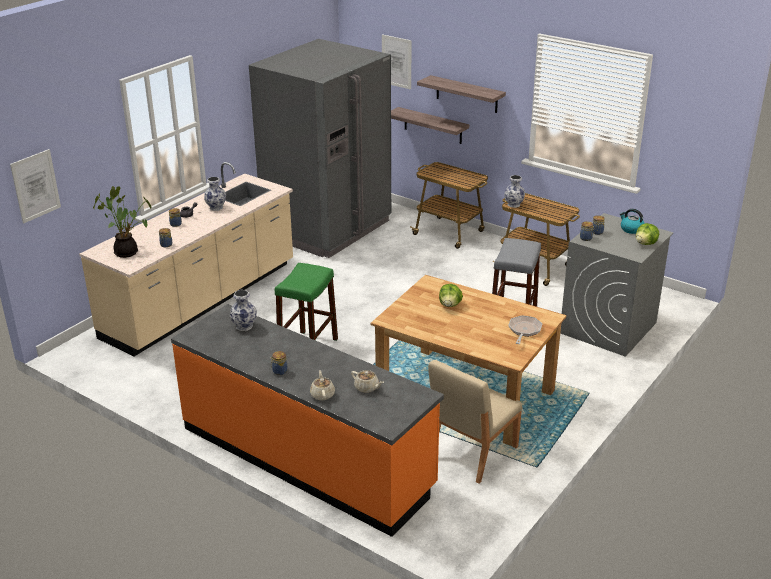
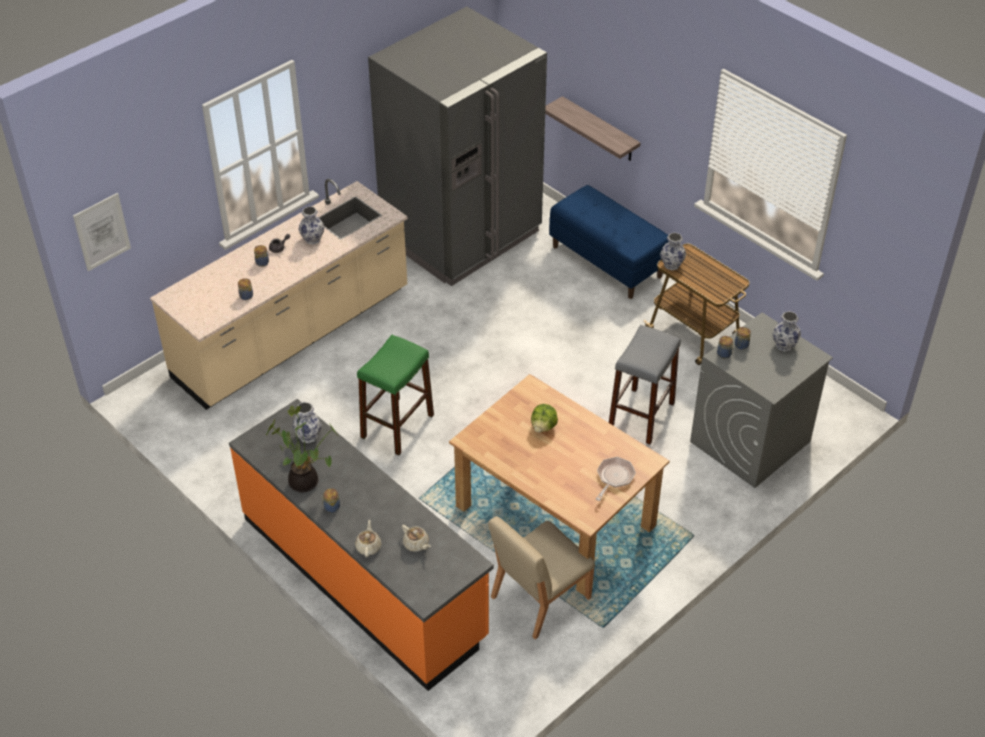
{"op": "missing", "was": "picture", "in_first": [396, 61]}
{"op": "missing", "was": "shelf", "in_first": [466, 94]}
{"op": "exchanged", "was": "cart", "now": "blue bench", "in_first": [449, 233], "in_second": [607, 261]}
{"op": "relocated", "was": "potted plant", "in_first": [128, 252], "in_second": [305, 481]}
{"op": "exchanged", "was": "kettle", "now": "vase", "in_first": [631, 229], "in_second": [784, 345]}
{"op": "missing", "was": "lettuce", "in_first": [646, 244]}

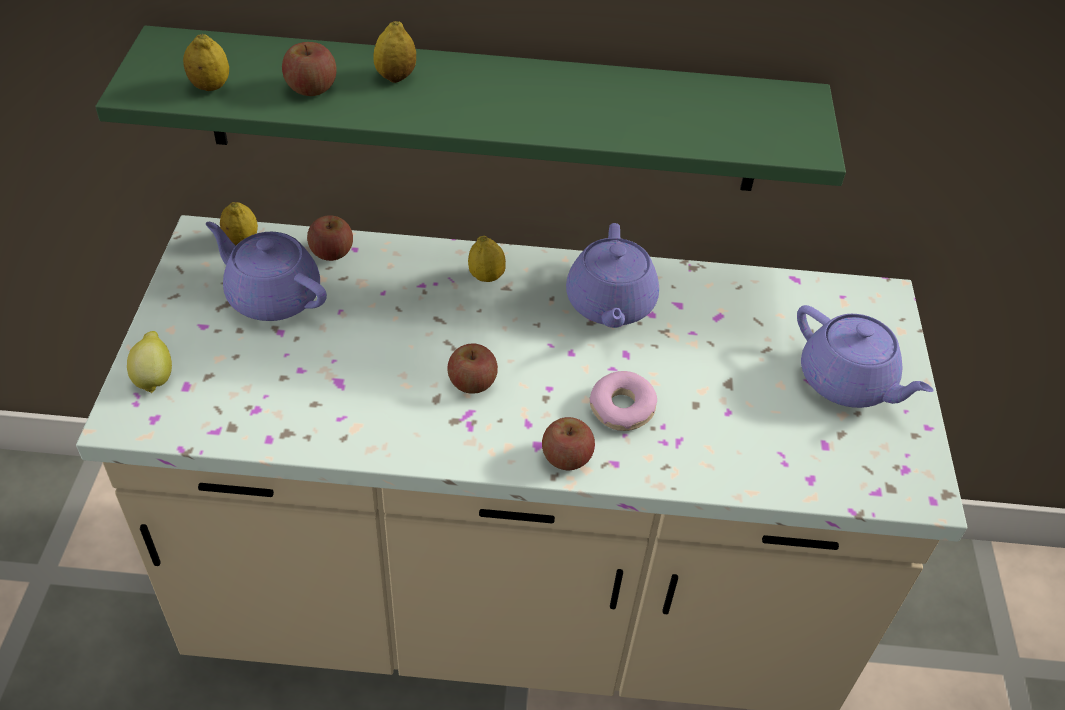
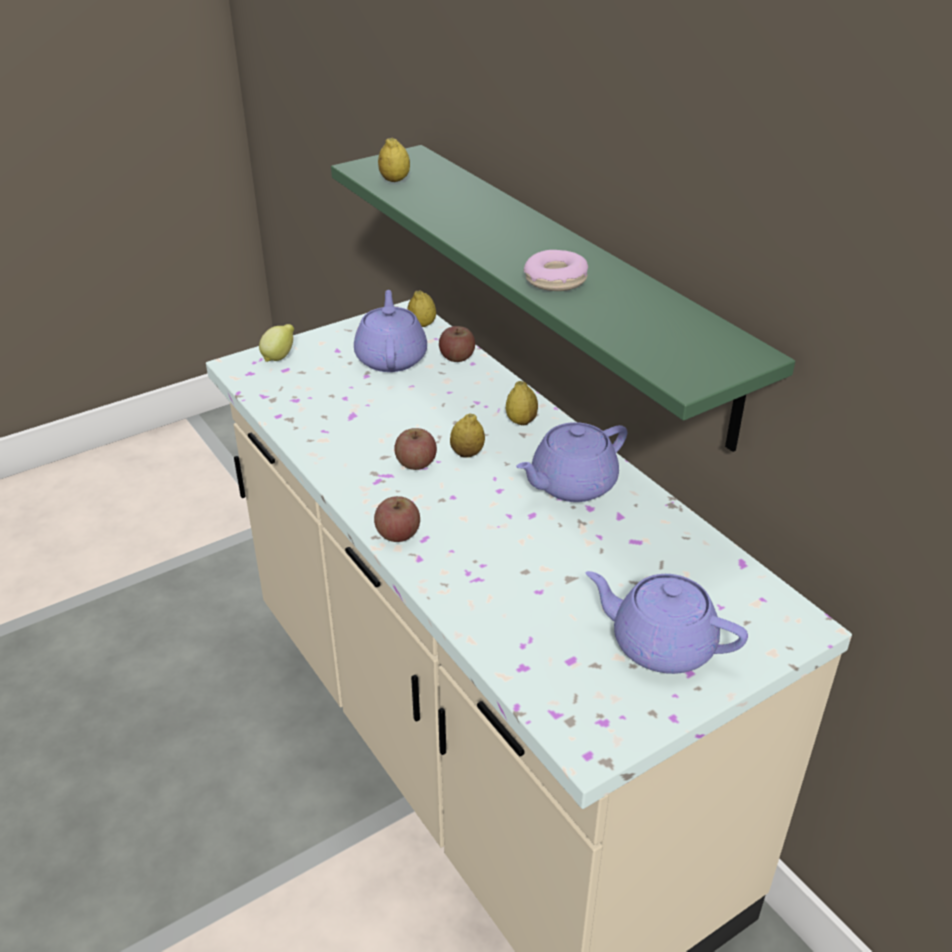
{"op": "relocated", "was": "lemon", "in_first": [396, 77], "in_second": [467, 453]}
{"op": "missing", "was": "apple", "in_first": [311, 88]}
{"op": "spun", "was": "purple teapot", "in_first": [847, 382], "in_second": [660, 644], "clockwise": 105}
{"op": "relocated", "was": "donut", "in_first": [621, 408], "in_second": [555, 280]}

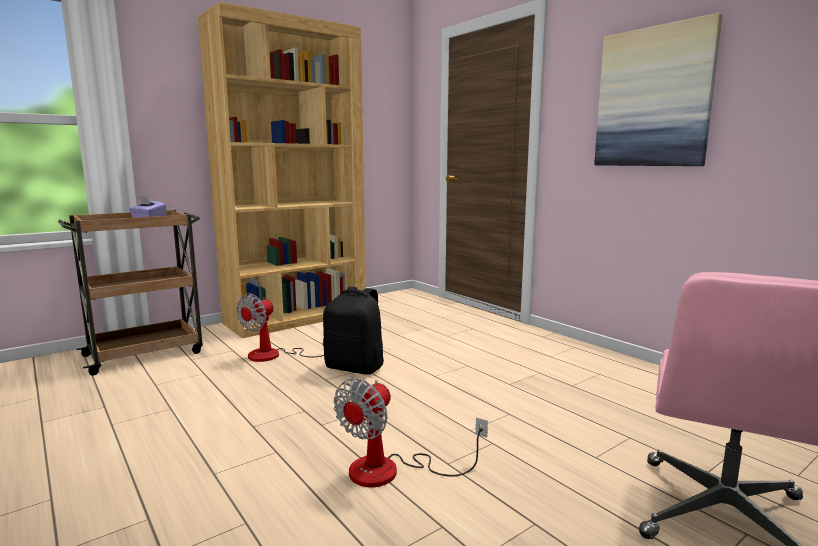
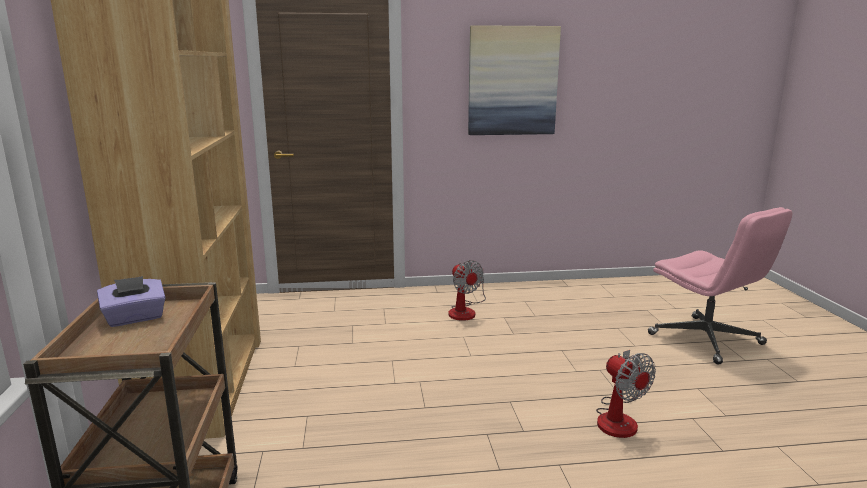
{"op": "missing", "was": "black backpack", "in_first": [355, 367]}
{"op": "relocated", "was": "fan", "in_first": [275, 355], "in_second": [465, 310]}

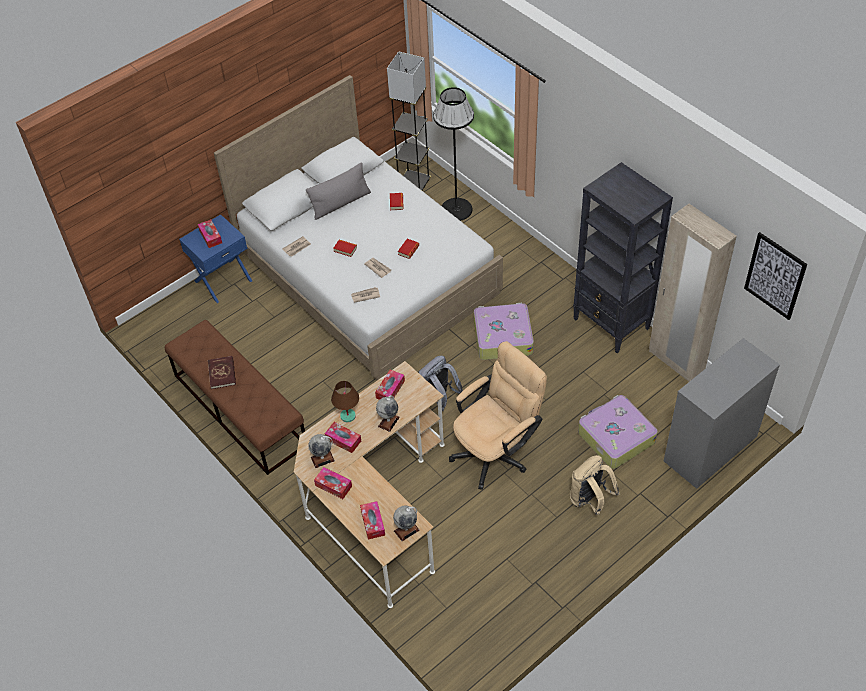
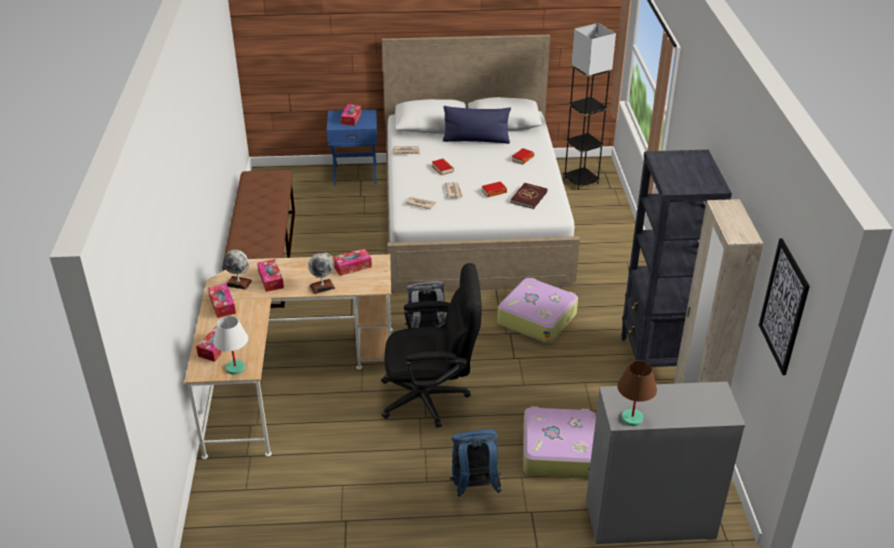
{"op": "missing", "was": "black floor lamp", "in_first": [456, 209]}
{"op": "colour", "was": "grey pillow", "now": "blue pillow", "in_first": [340, 203], "in_second": [476, 140]}
{"op": "colour", "was": "beige office chair", "now": "black office chair", "in_first": [496, 451], "in_second": [432, 397]}
{"op": "relocated", "was": "red book", "in_first": [222, 373], "in_second": [529, 197]}
{"op": "relocated", "was": "brown table lamp", "in_first": [348, 416], "in_second": [632, 418]}
{"op": "colour", "was": "beige backpack", "now": "blue backpack", "in_first": [590, 500], "in_second": [474, 487]}
{"op": "exchanged", "was": "globe", "now": "white table lamp", "in_first": [406, 530], "in_second": [235, 368]}

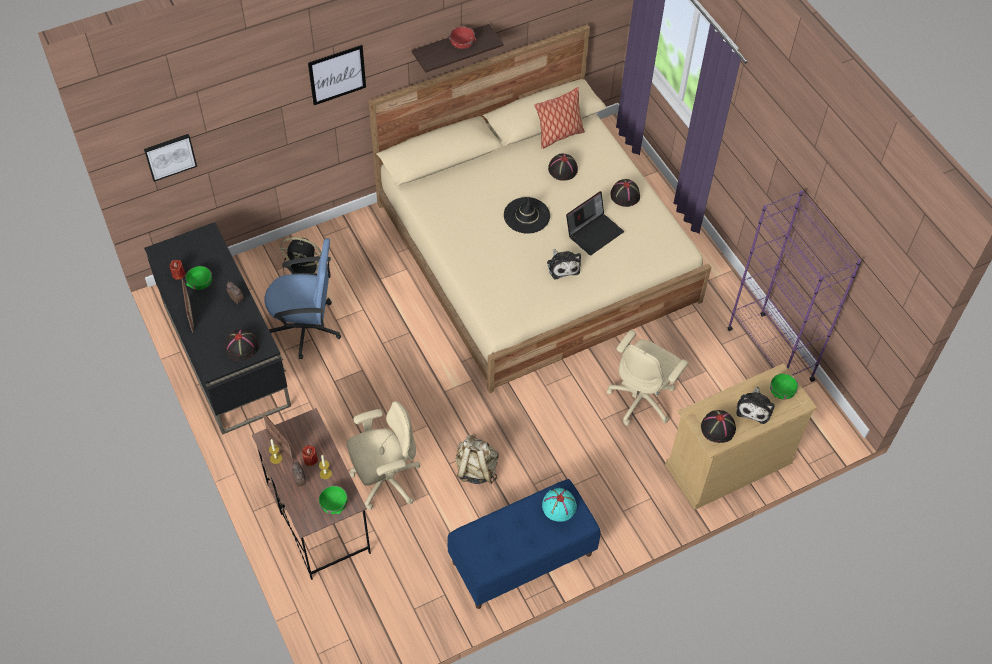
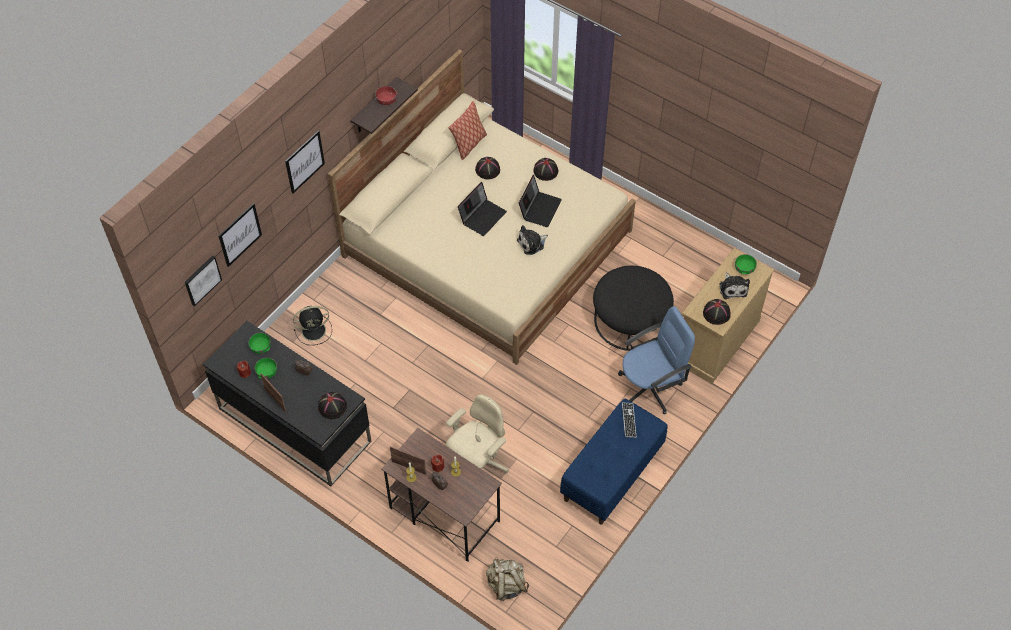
{"op": "missing", "was": "purple bookcase", "in_first": [769, 354]}
{"op": "exchanged", "was": "black hat", "now": "laptop", "in_first": [526, 215], "in_second": [482, 216]}
{"op": "relocated", "was": "blue office chair", "in_first": [306, 328], "in_second": [650, 388]}
{"op": "spun", "was": "plush toy", "in_first": [563, 266], "in_second": [532, 243], "clockwise": 105}
{"op": "exchanged", "was": "beige office chair", "now": "black ottoman", "in_first": [642, 399], "in_second": [630, 320]}
{"op": "relocated", "was": "beige backpack", "in_first": [476, 469], "in_second": [506, 585]}
{"op": "relocated", "was": "green bowl", "in_first": [334, 504], "in_second": [260, 347]}
{"op": "exchanged", "was": "turquoise hat", "now": "keyboard", "in_first": [558, 505], "in_second": [629, 420]}
{"op": "appeared", "now": "picture", "in_second": [240, 234]}

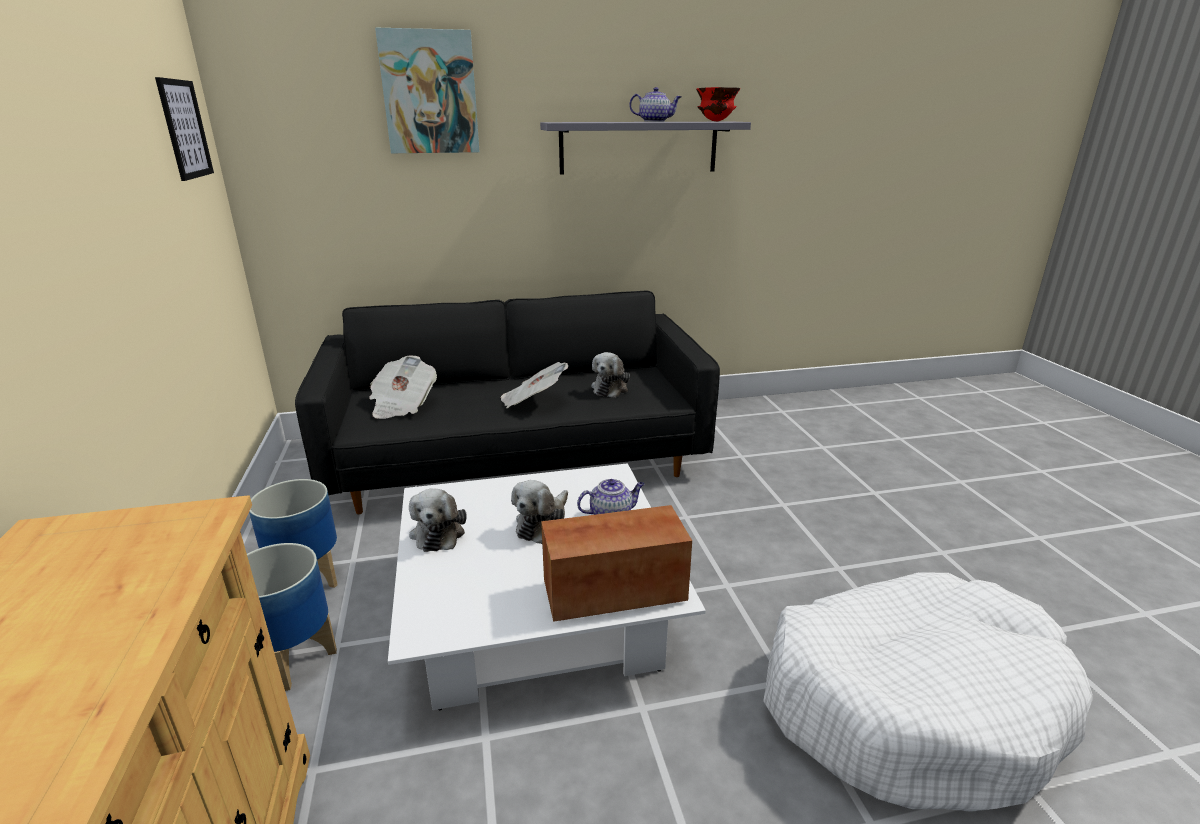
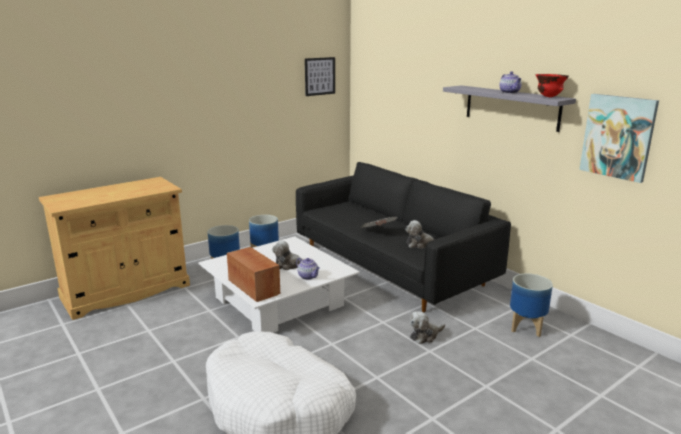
{"op": "relocated", "was": "picture", "in_first": [430, 93], "in_second": [618, 137]}
{"op": "missing", "was": "newspaper", "in_first": [402, 405]}
{"op": "relocated", "was": "plush toy", "in_first": [438, 532], "in_second": [425, 335]}
{"op": "appeared", "now": "planter", "in_second": [527, 327]}

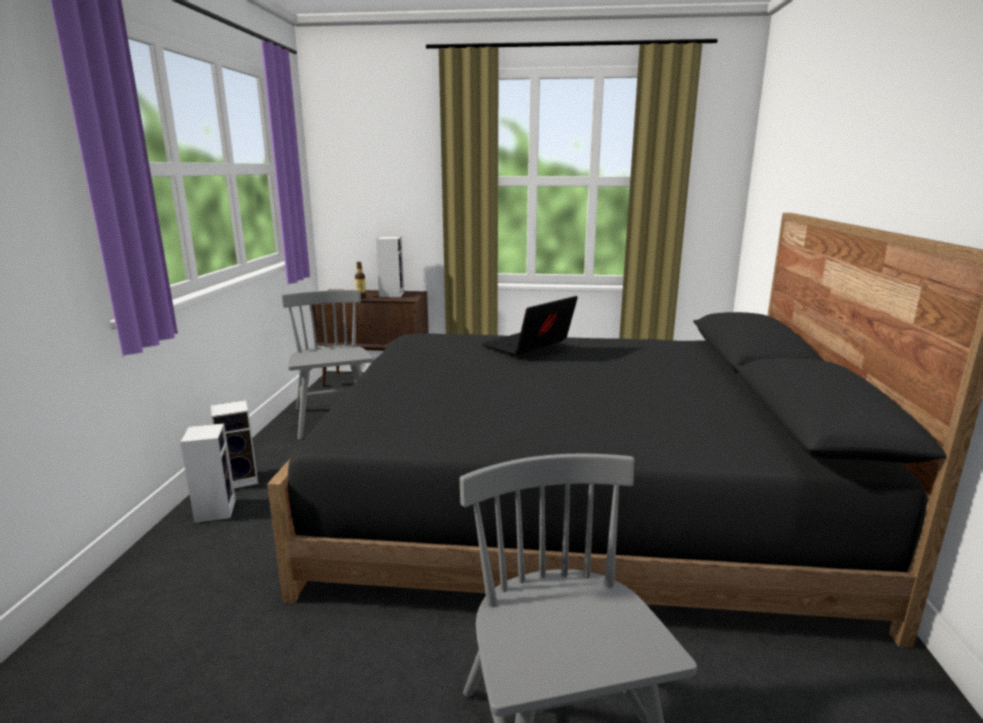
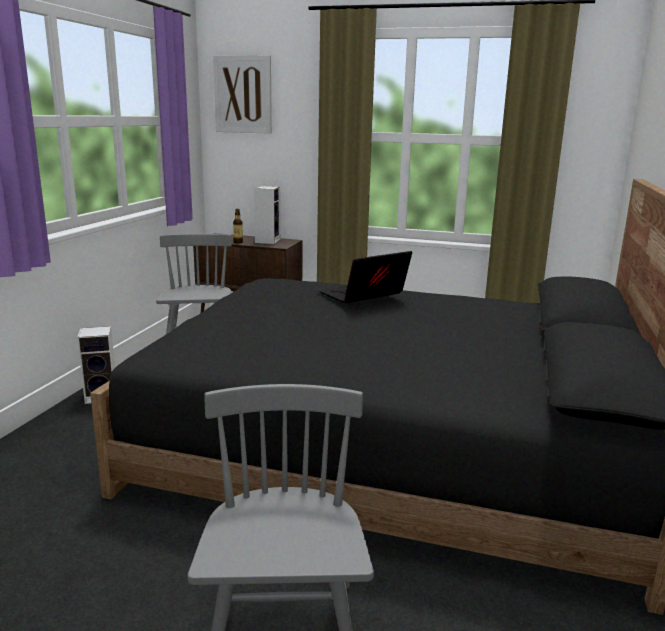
{"op": "missing", "was": "speaker", "in_first": [215, 510]}
{"op": "appeared", "now": "picture", "in_second": [243, 94]}

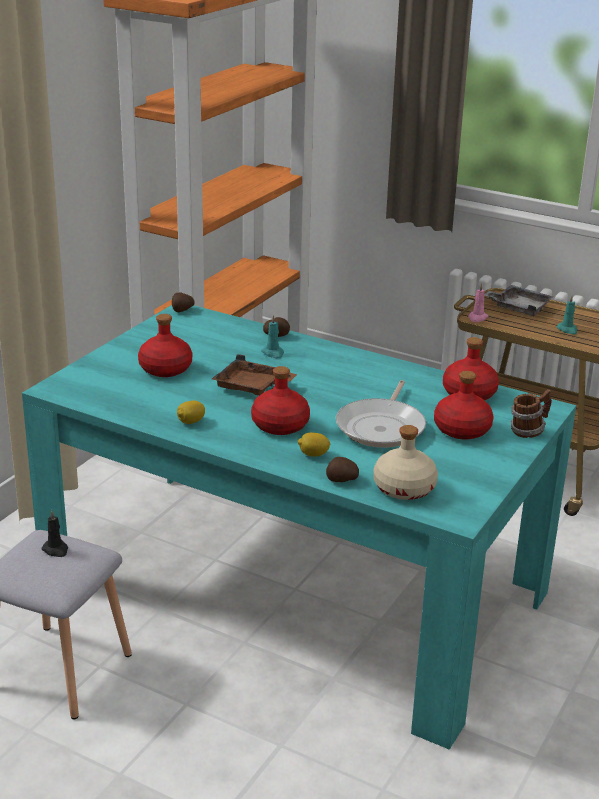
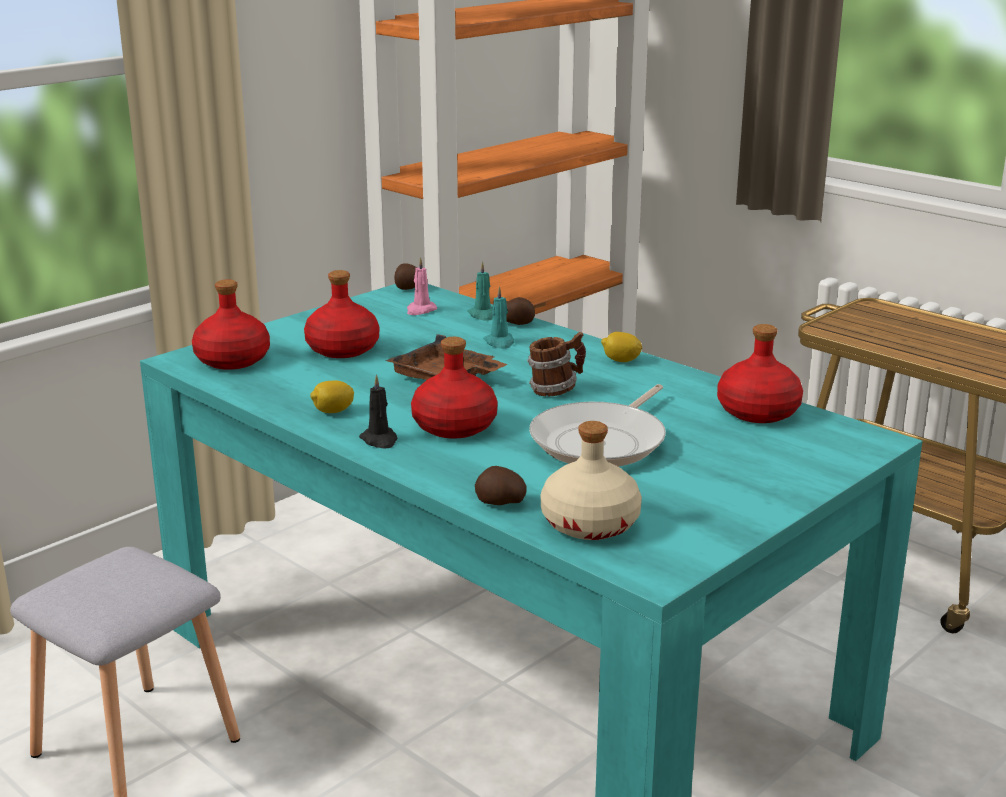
{"op": "relocated", "was": "pink candle", "in_first": [477, 318], "in_second": [420, 310]}
{"op": "missing", "was": "grey tray", "in_first": [518, 308]}
{"op": "relocated", "was": "turquoise candle", "in_first": [567, 330], "in_second": [483, 315]}
{"op": "relocated", "was": "red bottle", "in_first": [462, 429], "in_second": [233, 360]}
{"op": "relocated", "was": "mug", "in_first": [528, 431], "in_second": [555, 390]}
{"op": "relocated", "was": "lemon", "in_first": [313, 454], "in_second": [621, 361]}
{"op": "relocated", "was": "black candle", "in_first": [56, 550], "in_second": [380, 440]}

